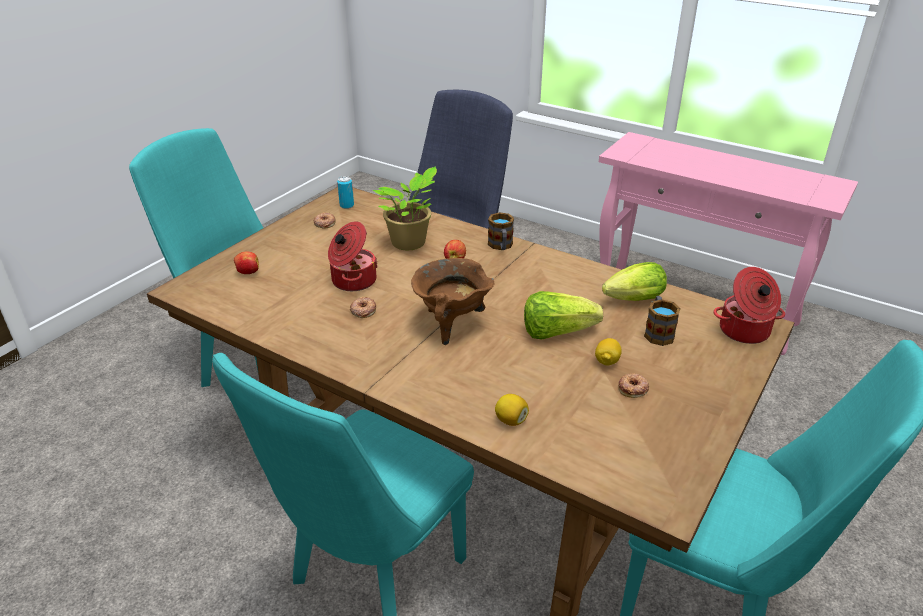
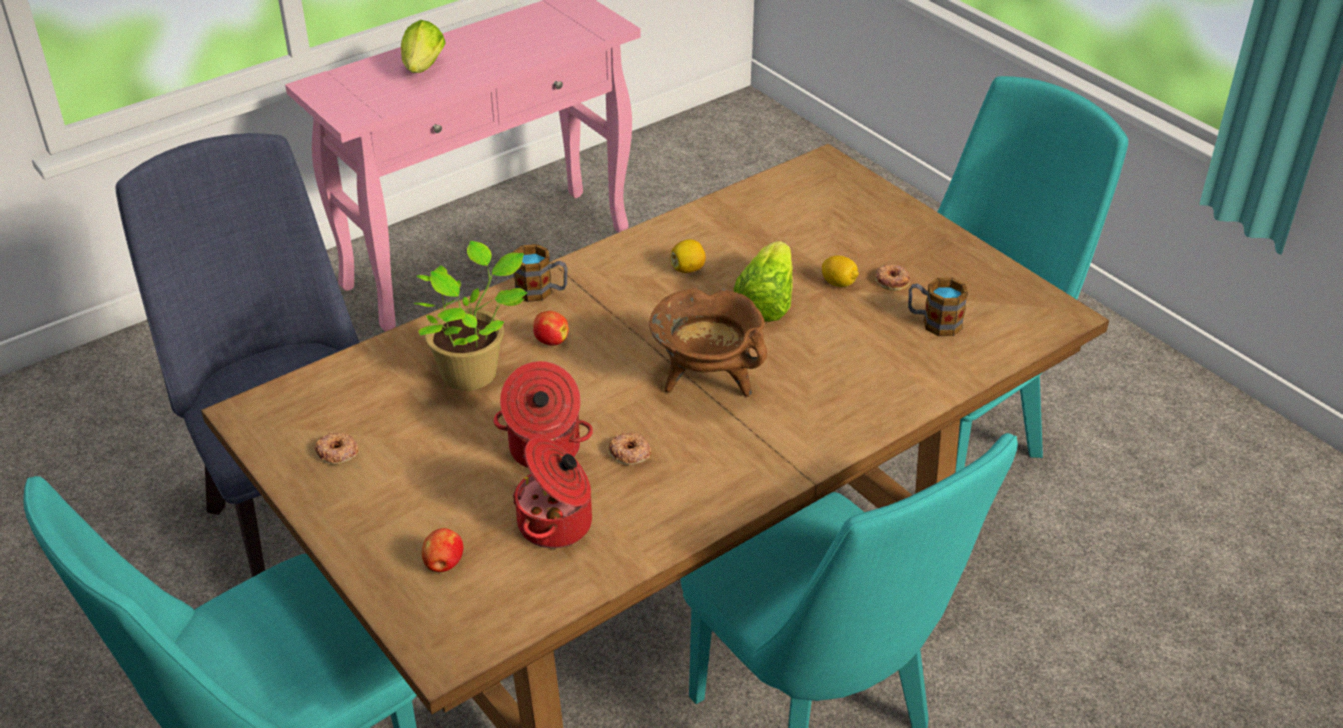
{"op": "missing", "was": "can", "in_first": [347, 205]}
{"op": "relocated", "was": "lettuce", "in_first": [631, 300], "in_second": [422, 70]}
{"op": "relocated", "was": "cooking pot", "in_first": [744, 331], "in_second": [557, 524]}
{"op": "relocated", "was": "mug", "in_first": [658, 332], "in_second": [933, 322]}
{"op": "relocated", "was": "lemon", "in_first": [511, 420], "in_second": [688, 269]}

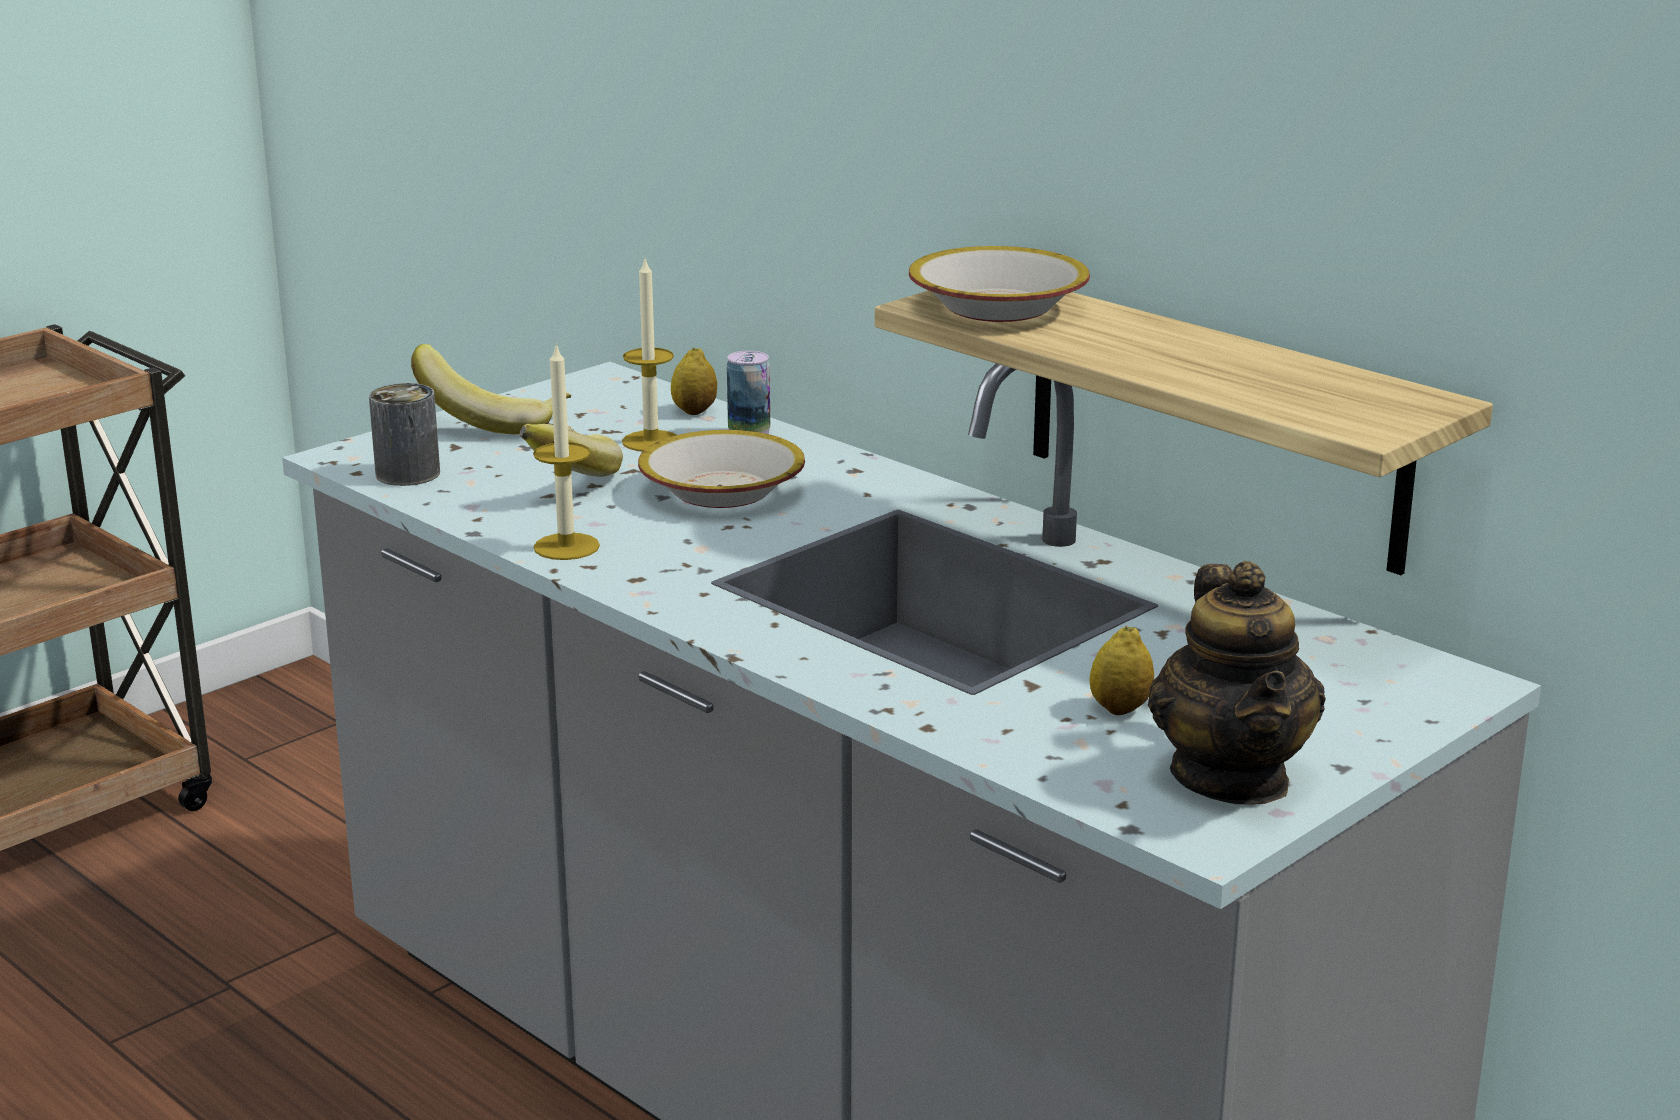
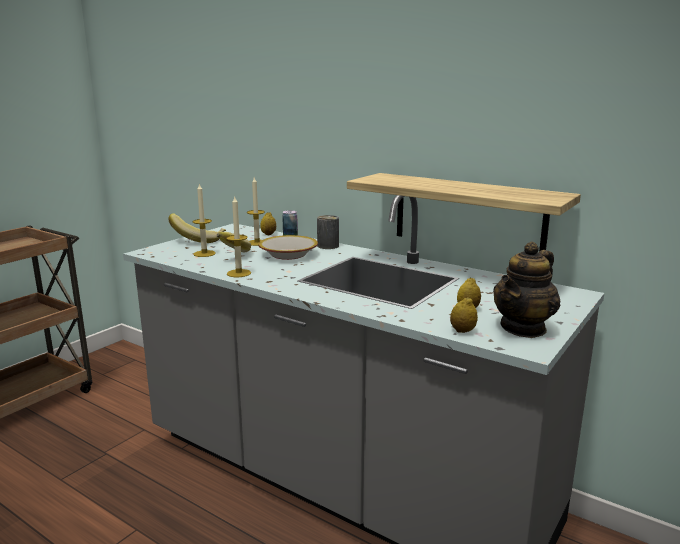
{"op": "missing", "was": "bowl", "in_first": [996, 307]}
{"op": "relocated", "was": "can", "in_first": [408, 474], "in_second": [328, 246]}
{"op": "spun", "was": "teapot", "in_first": [1231, 778], "in_second": [523, 328], "clockwise": 60}
{"op": "appeared", "now": "candle", "in_second": [204, 253]}
{"op": "appeared", "now": "lemon", "in_second": [462, 331]}

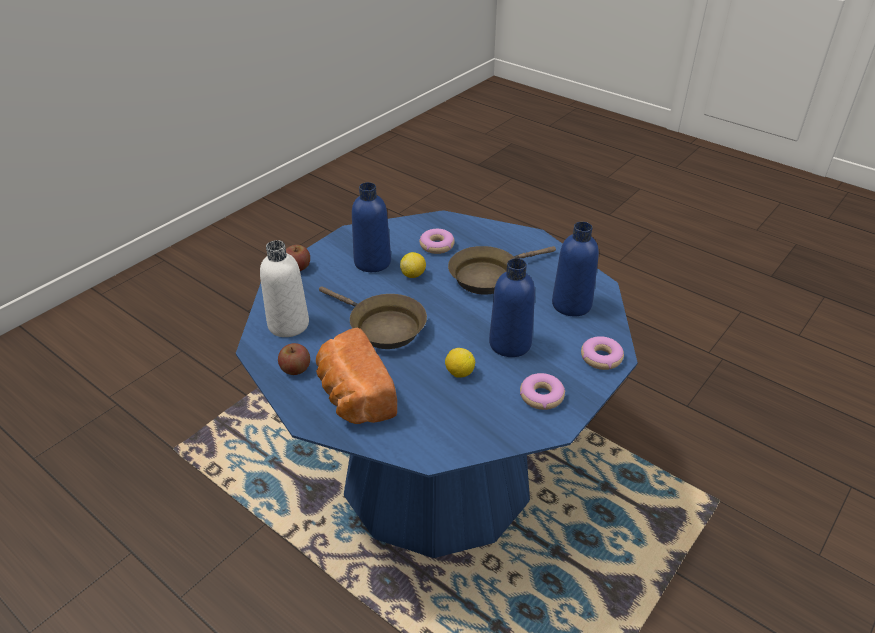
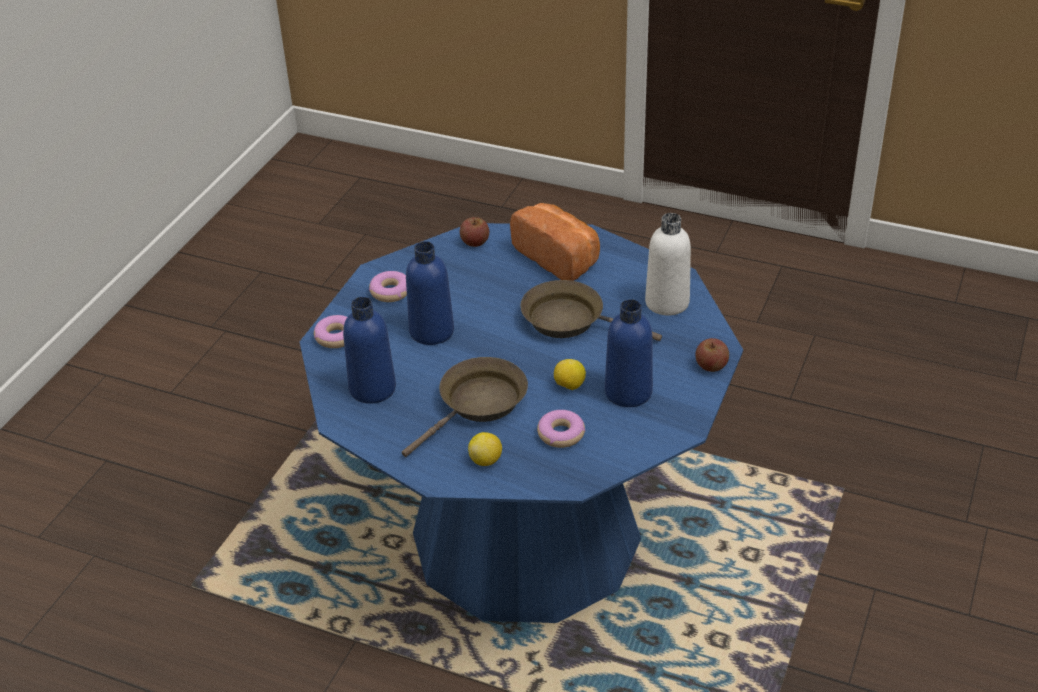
{"op": "relocated", "was": "apple", "in_first": [295, 369], "in_second": [475, 242]}
{"op": "relocated", "was": "lemon", "in_first": [459, 373], "in_second": [486, 460]}

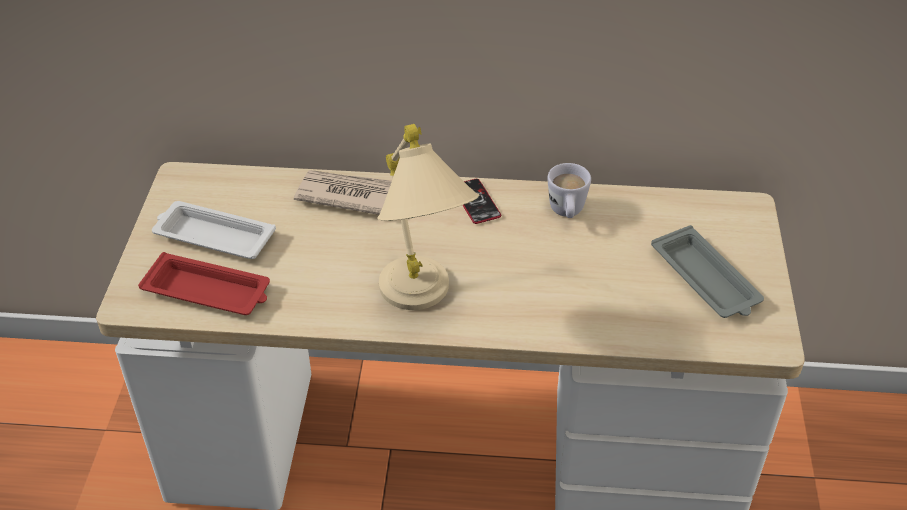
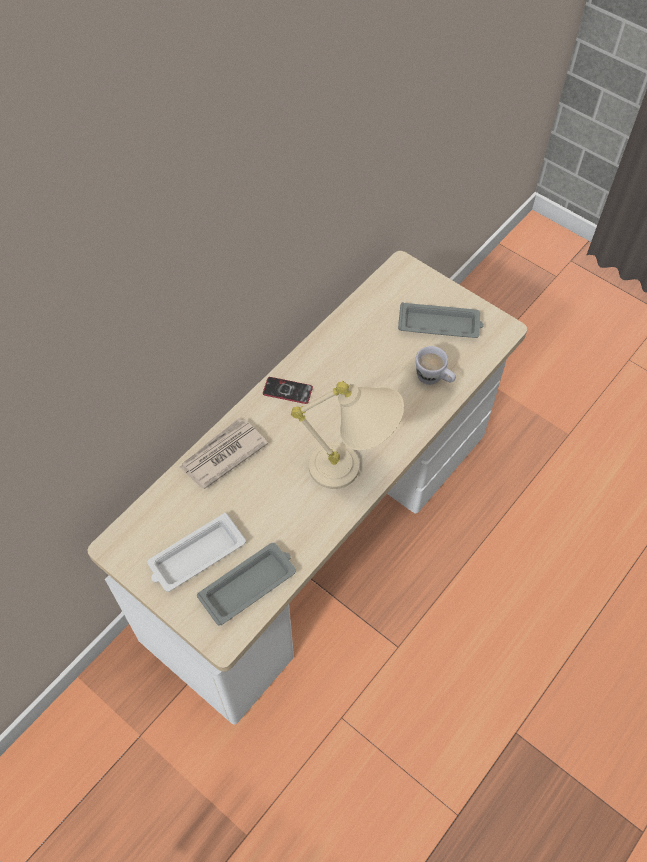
{"op": "relocated", "was": "white mug", "in_first": [567, 213], "in_second": [434, 379]}
{"op": "colour", "was": "red tray", "now": "grey tray", "in_first": [209, 292], "in_second": [249, 585]}

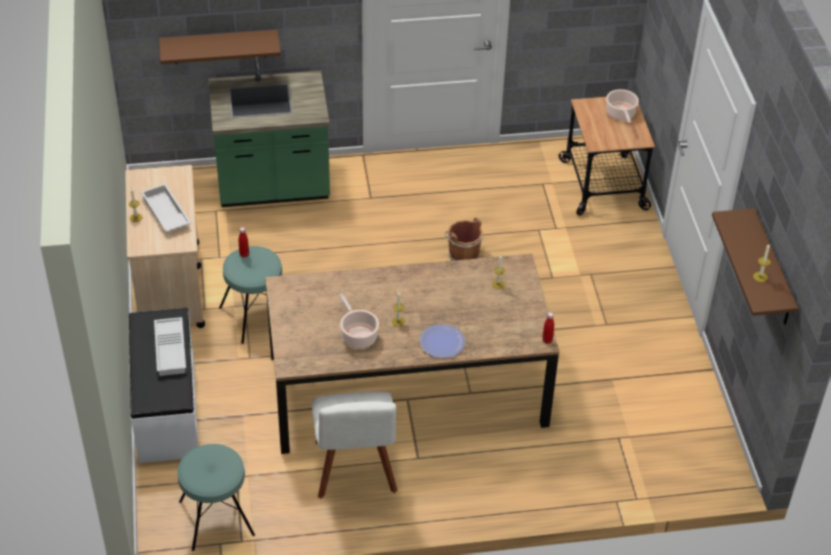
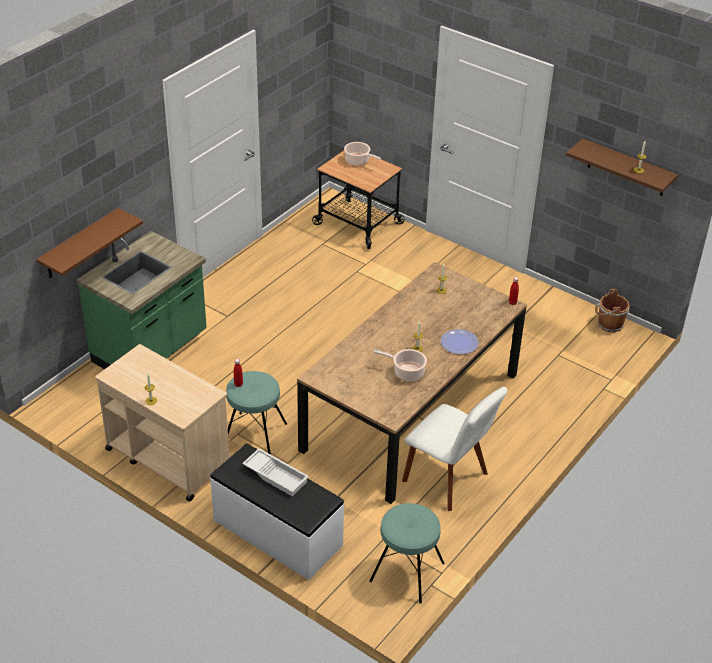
{"op": "missing", "was": "white tray", "in_first": [165, 213]}
{"op": "relocated", "was": "brown bucket", "in_first": [462, 254], "in_second": [608, 324]}

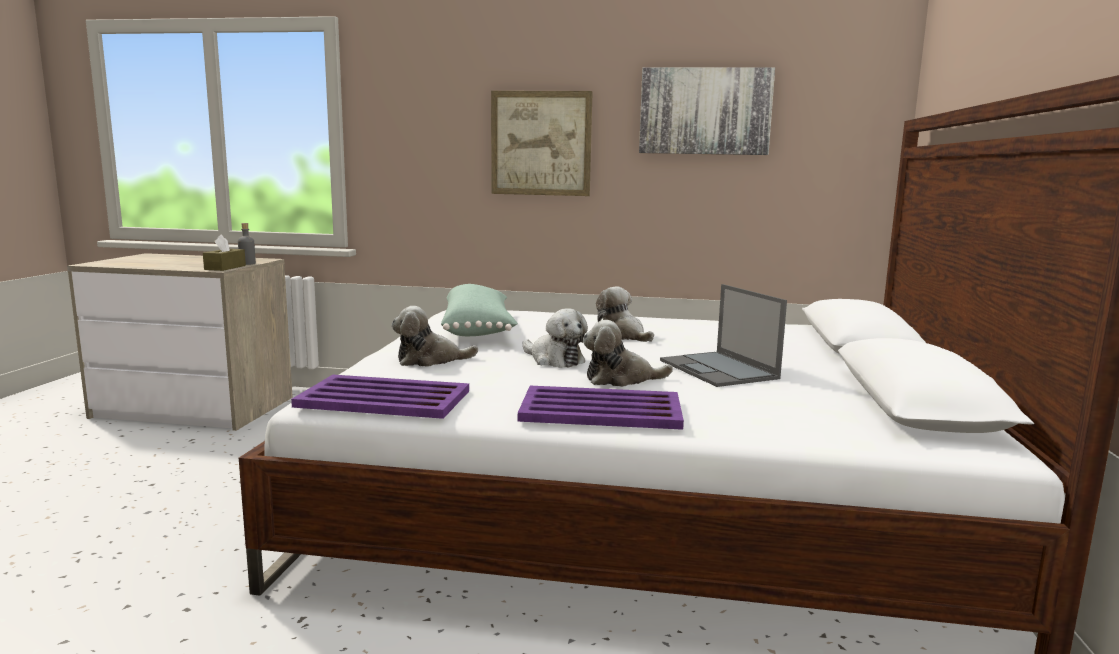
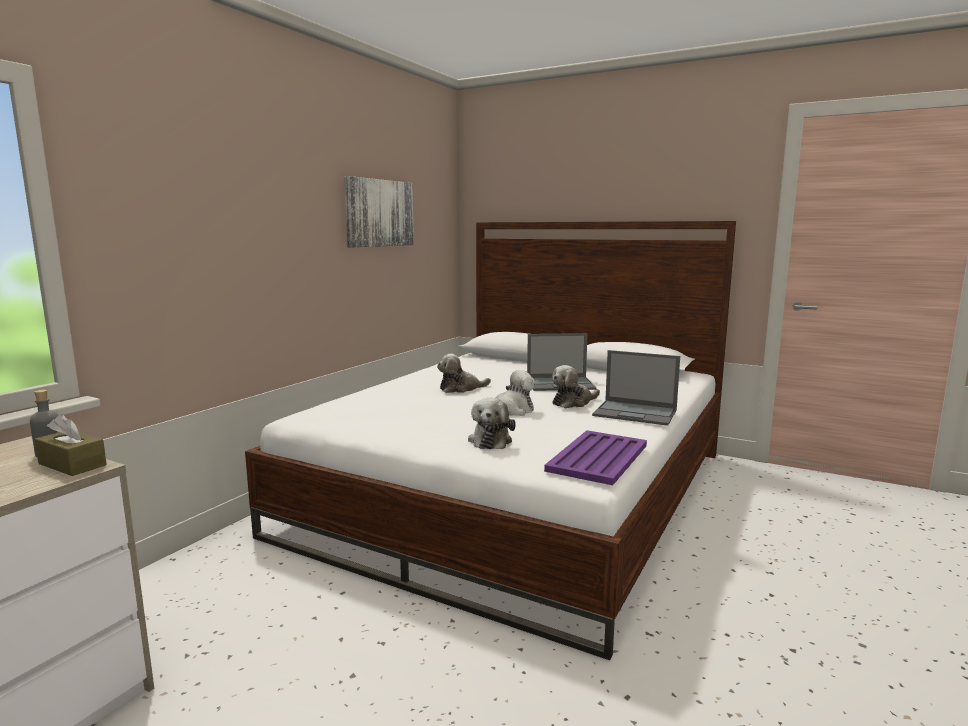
{"op": "missing", "was": "picture", "in_first": [541, 143]}
{"op": "missing", "was": "green pillow", "in_first": [478, 329]}
{"op": "spun", "was": "plush toy", "in_first": [621, 379], "in_second": [573, 402], "clockwise": 45}
{"op": "exchanged", "was": "purple tray", "now": "laptop", "in_first": [602, 410], "in_second": [636, 413]}

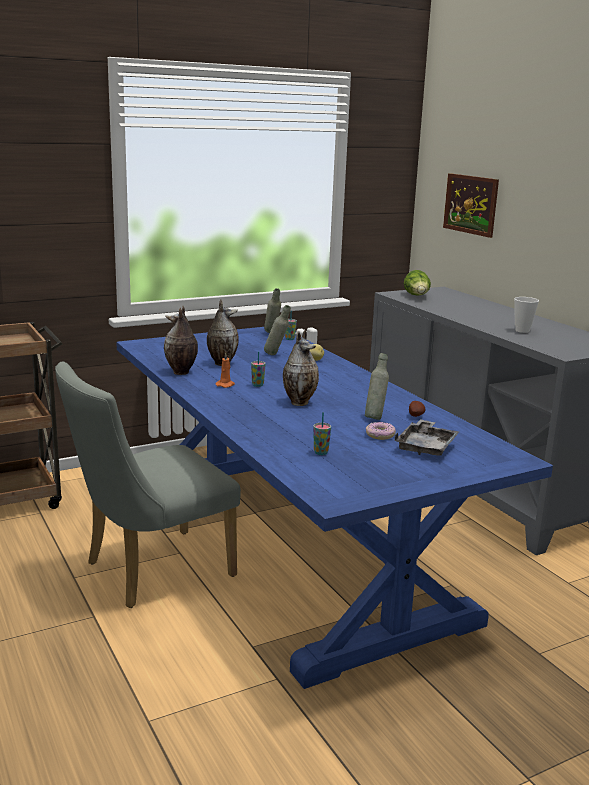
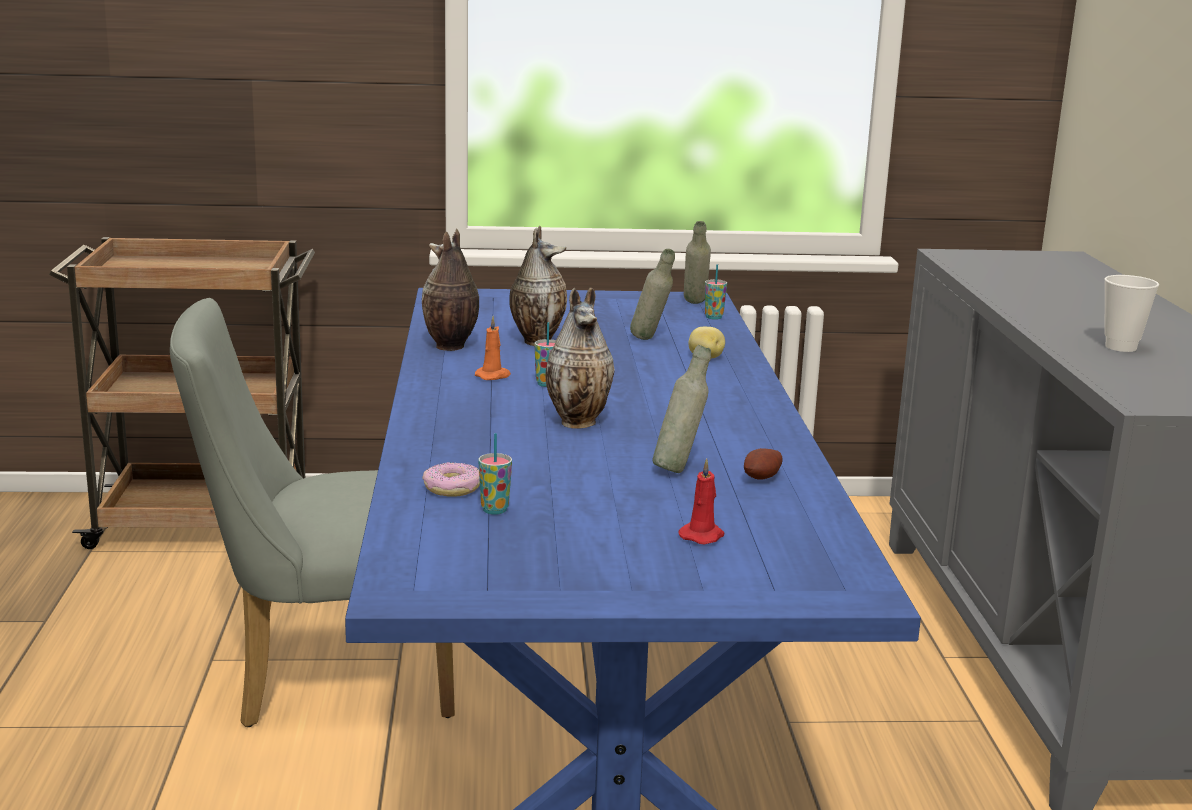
{"op": "missing", "was": "picture", "in_first": [470, 204]}
{"op": "missing", "was": "lettuce", "in_first": [417, 296]}
{"op": "exchanged", "was": "grey tray", "now": "red candle", "in_first": [426, 447], "in_second": [702, 535]}
{"op": "relocated", "was": "donut", "in_first": [380, 435], "in_second": [452, 488]}

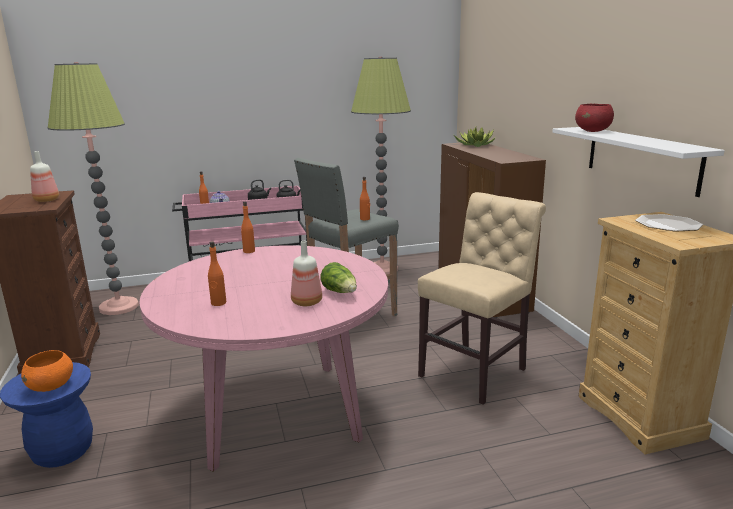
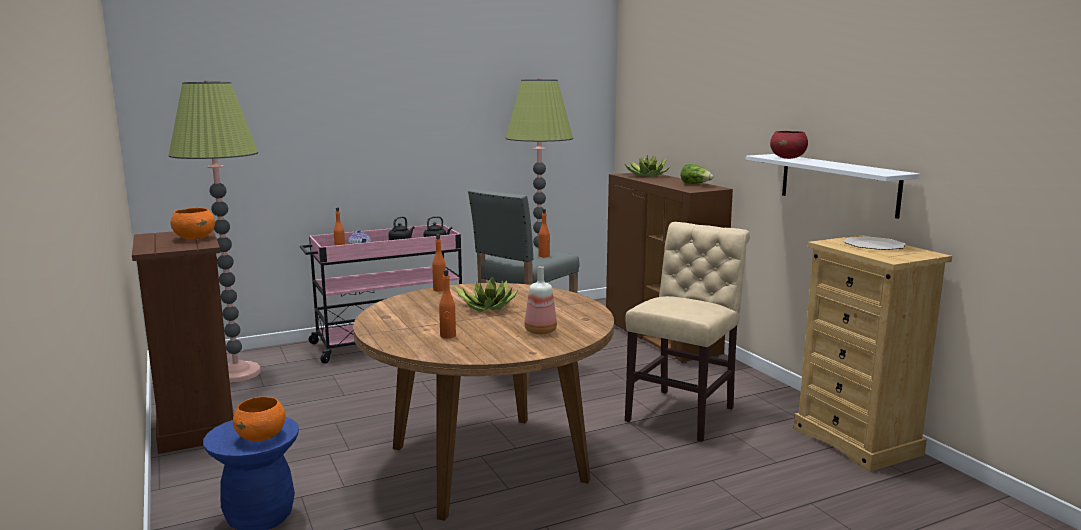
{"op": "exchanged", "was": "bottle", "now": "orange bowl", "in_first": [47, 200], "in_second": [195, 238]}
{"op": "colour", "was": "pink dining table", "now": "brown dining table", "in_first": [278, 412], "in_second": [487, 463]}
{"op": "relocated", "was": "lettuce", "in_first": [340, 292], "in_second": [696, 184]}
{"op": "appeared", "now": "potted plant", "in_second": [487, 307]}

